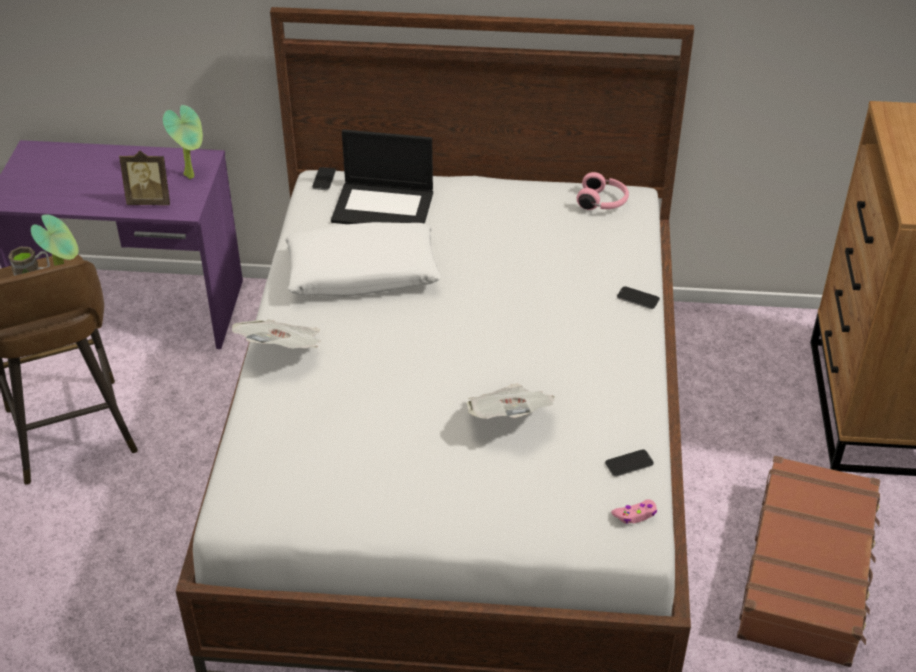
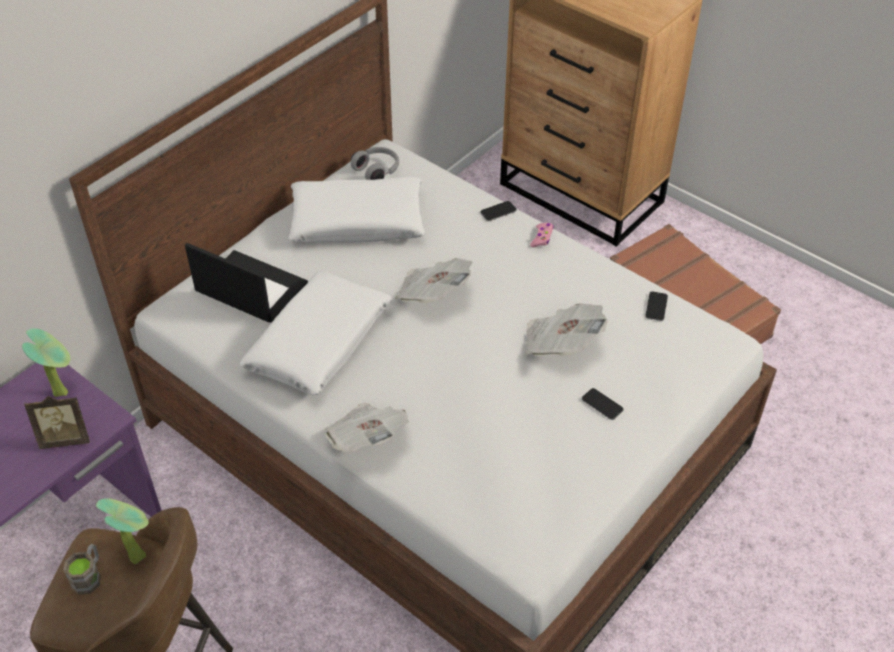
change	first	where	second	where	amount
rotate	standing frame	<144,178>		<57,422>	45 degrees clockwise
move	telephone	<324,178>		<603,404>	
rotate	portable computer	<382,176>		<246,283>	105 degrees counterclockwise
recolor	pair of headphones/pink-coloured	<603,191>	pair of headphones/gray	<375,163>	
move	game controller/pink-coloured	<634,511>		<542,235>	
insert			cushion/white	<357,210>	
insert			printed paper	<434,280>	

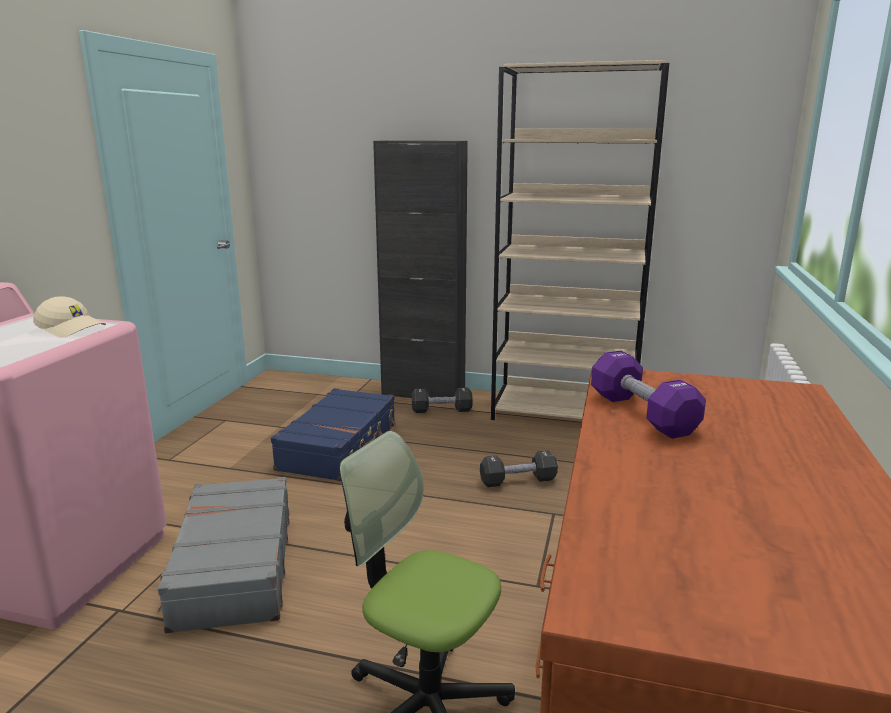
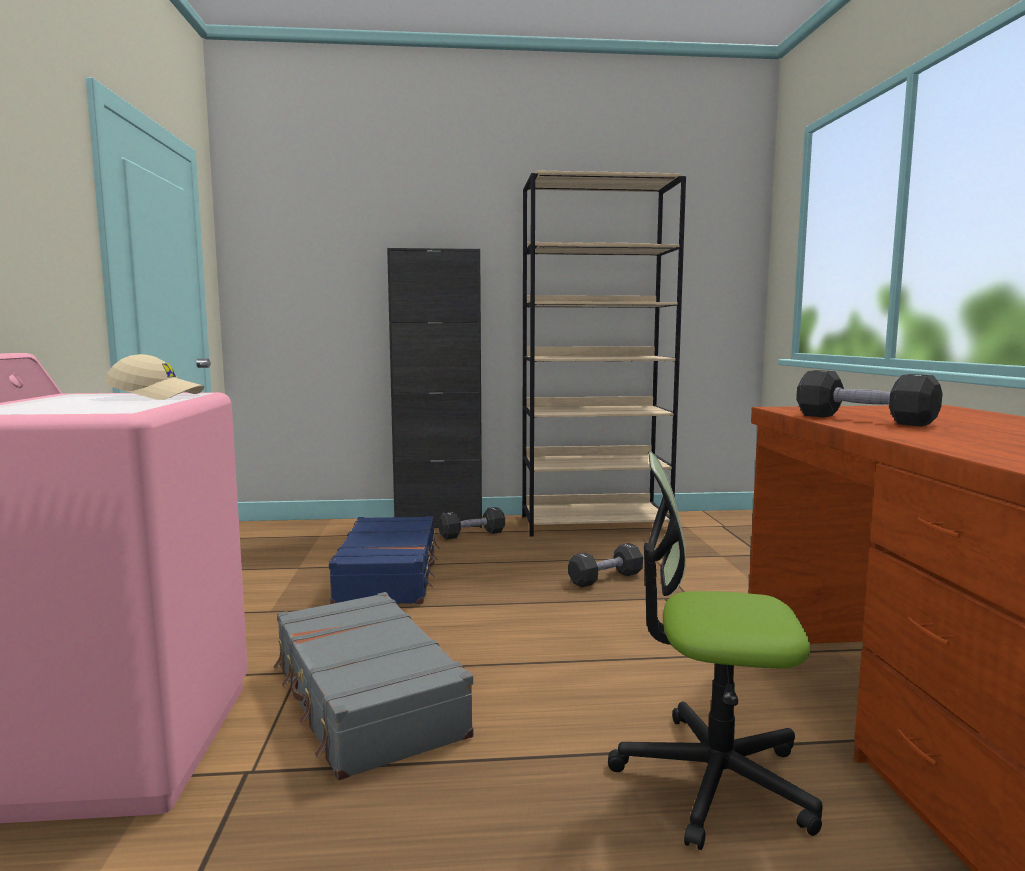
change	first	where	second	where	amount
recolor	hand weight/purple-coloured	<648,394>	hand weight/blackish	<869,398>	

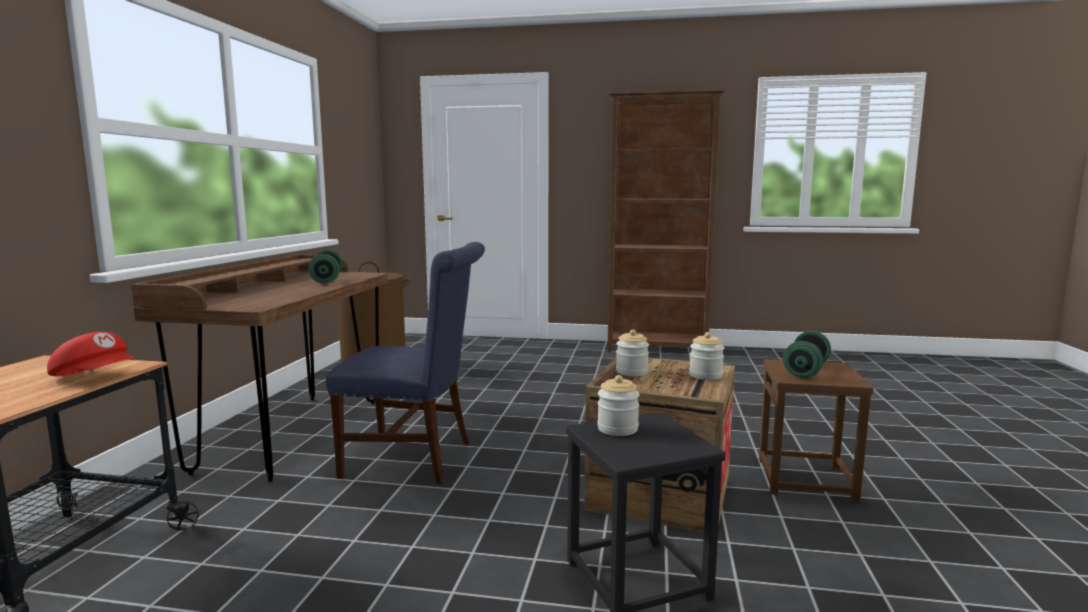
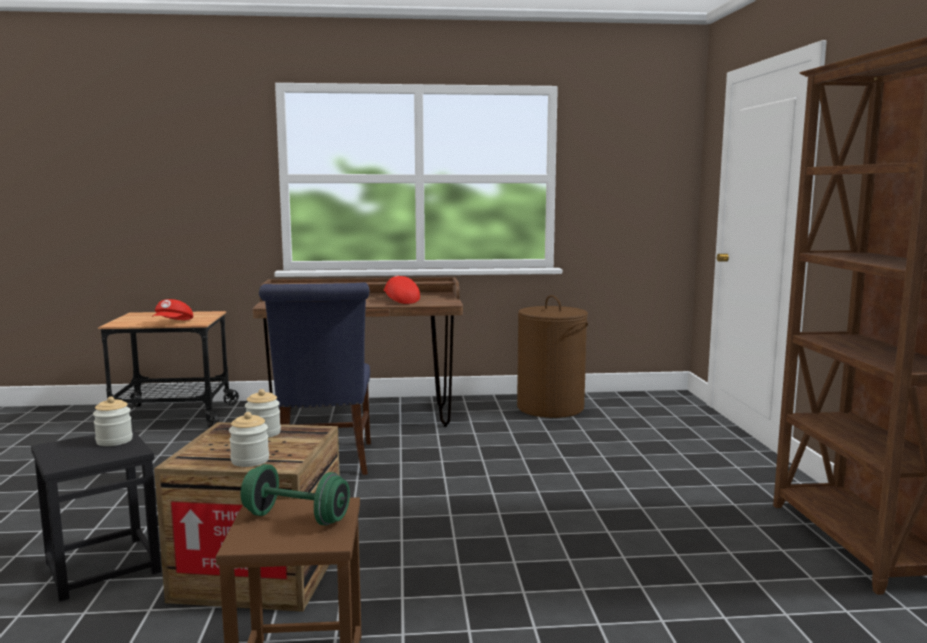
change	first	where	second	where	amount
replace	hand weight/green-coloured	<325,267>	peaked cap/reddish	<402,290>	

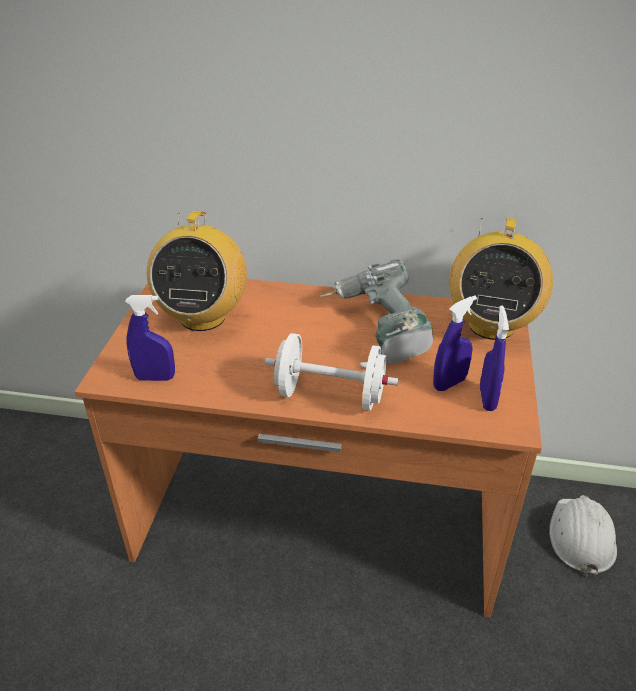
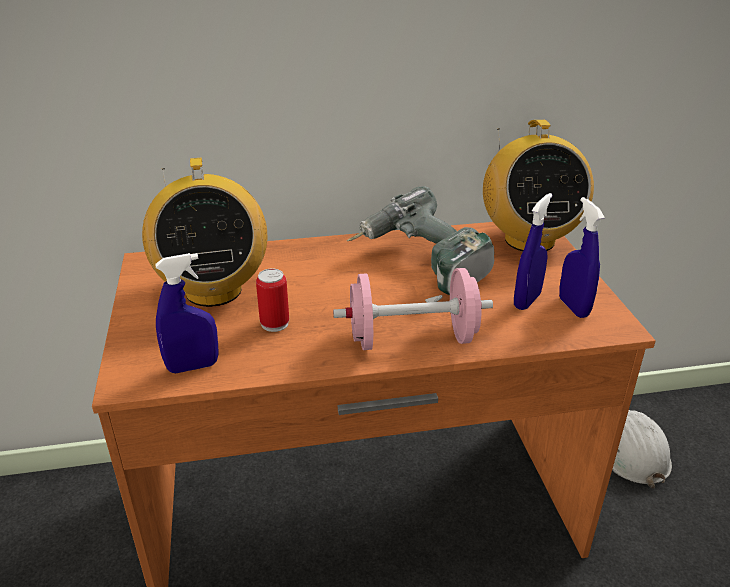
change	first	where	second	where	amount
recolor	hand weight/white	<332,372>	hand weight/pink-coloured	<413,309>	
insert			can	<272,300>	

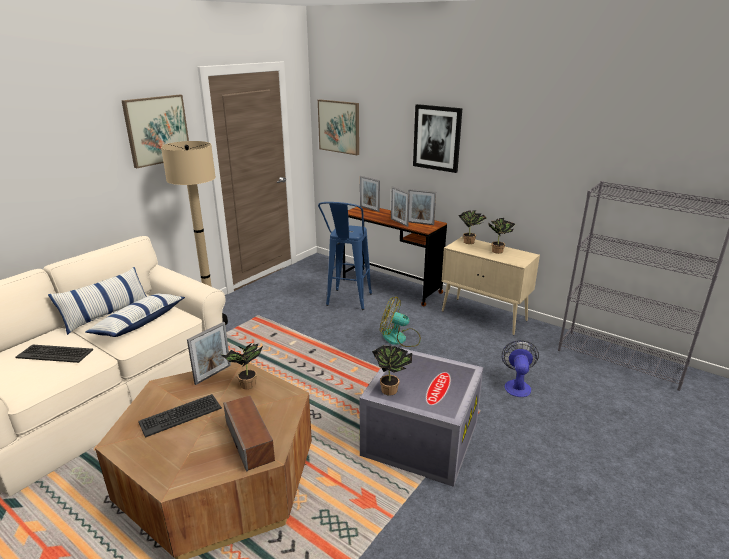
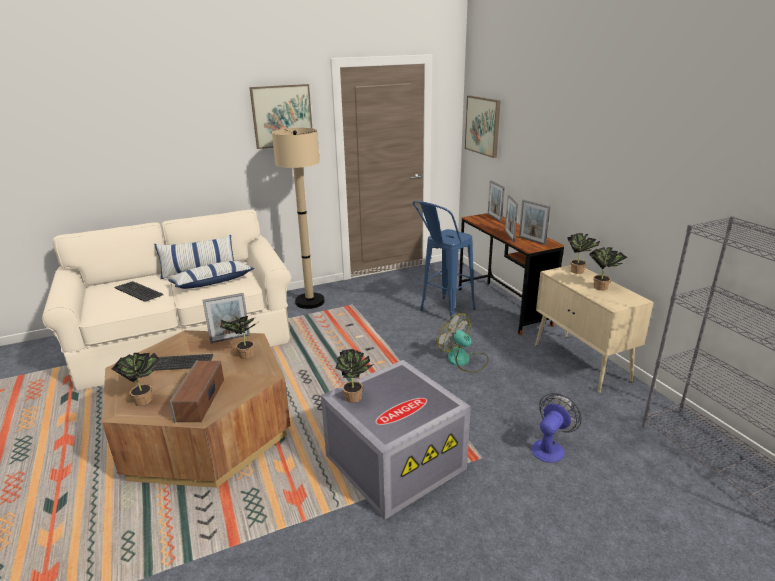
change	first	where	second	where	amount
delete	wall picture	<437,138>			
insert			potted plant	<135,379>	

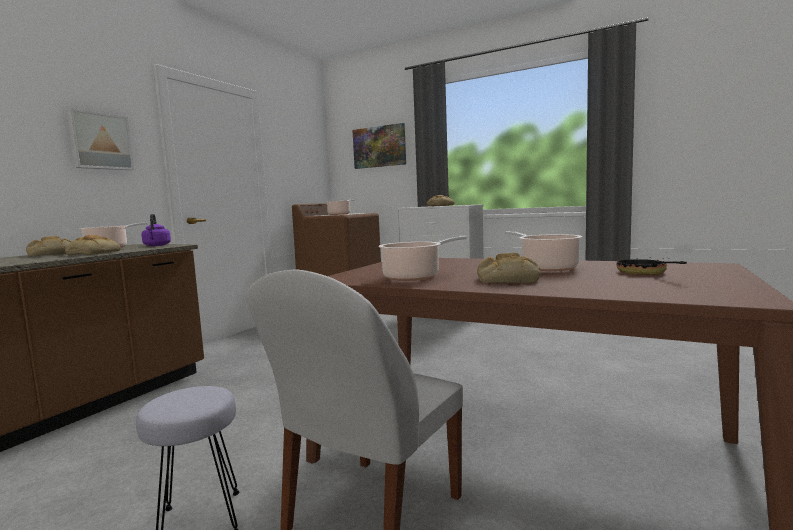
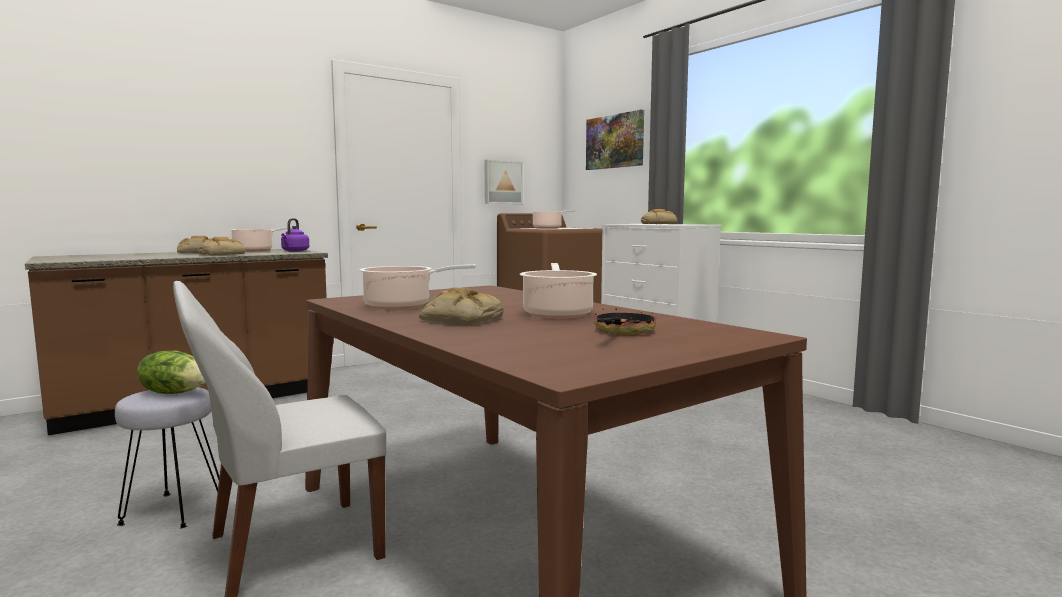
change	first	where	second	where	amount
move	wall picture	<100,139>		<504,182>	
insert			lettuce head	<171,372>	

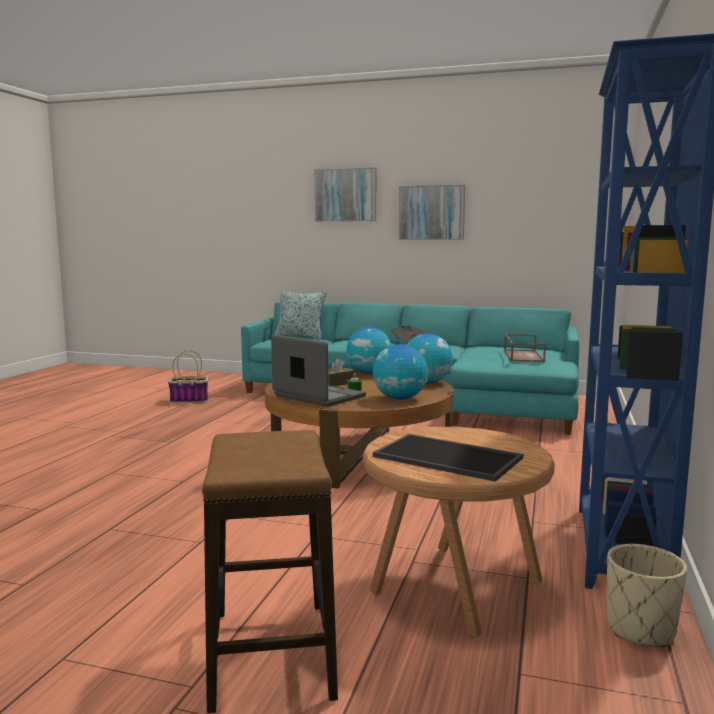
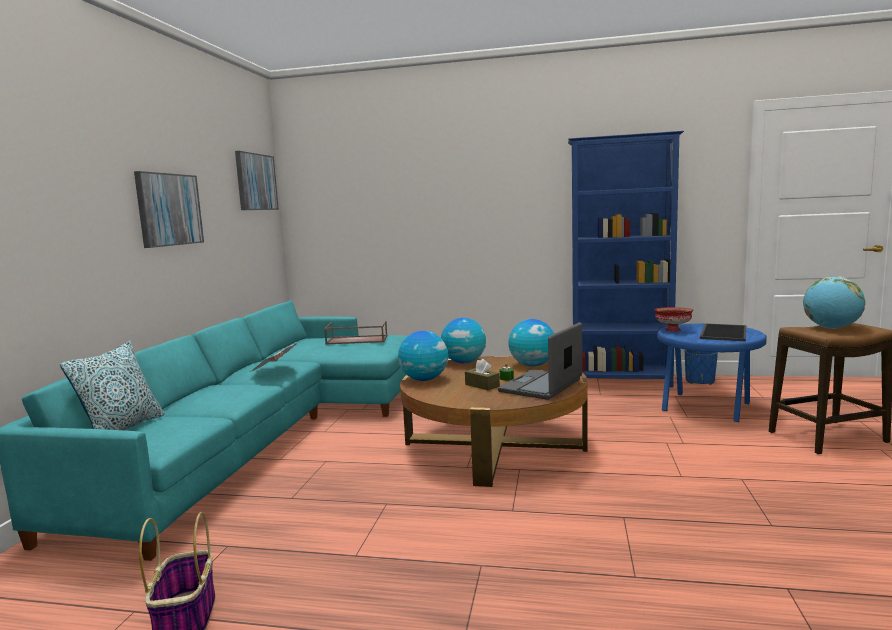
change	first	where	second	where	amount
move	wall picture	<345,195>		<257,180>	
recolor	side table/brown	<459,532>	side table/bluish	<711,372>	
recolor	plant pot/sand-coloured	<647,595>	plant pot/bluish	<701,367>	
insert			bowl/reddish	<673,319>	
insert			globe	<834,302>	

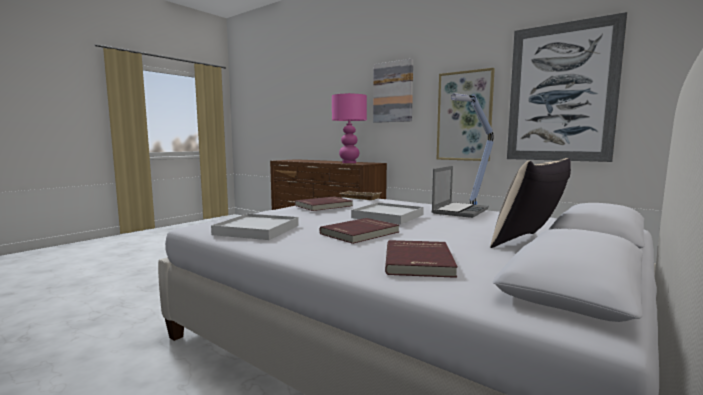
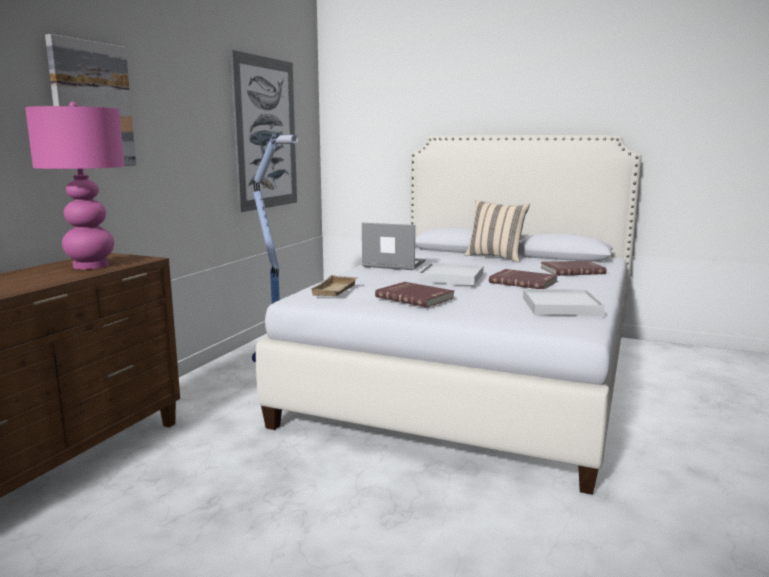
change	first	where	second	where	amount
delete	wall picture	<466,114>			

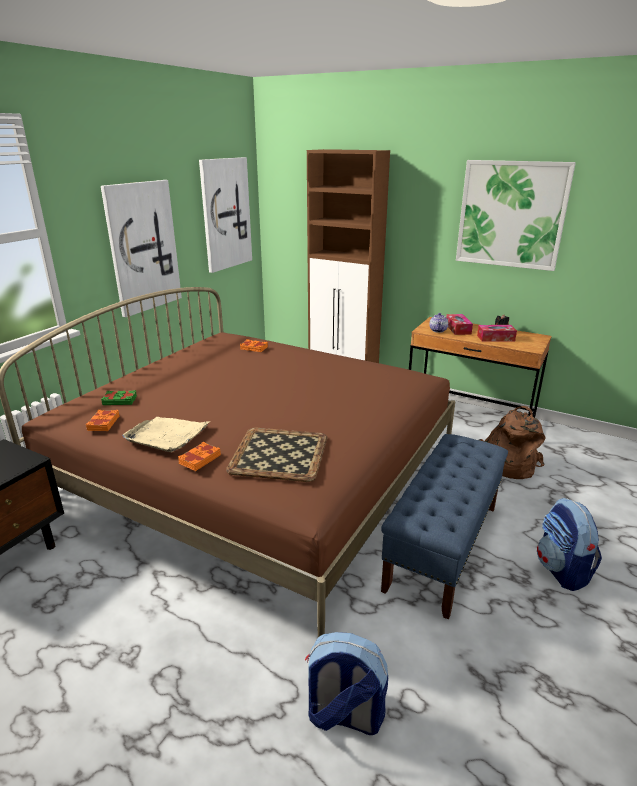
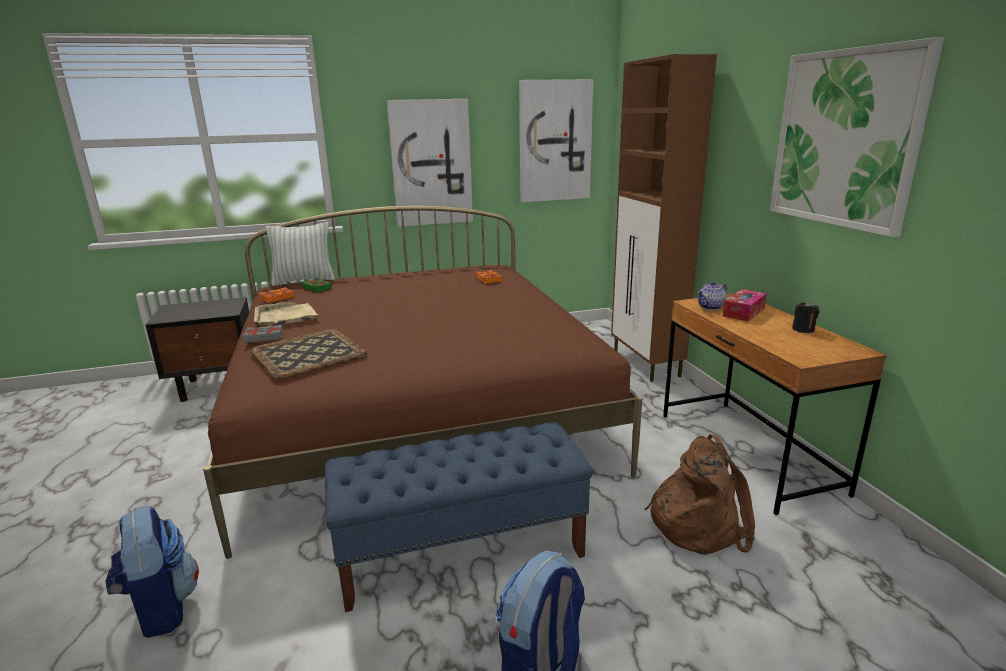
change	first	where	second	where	amount
recolor	bound book/orange	<199,456>	bound book/gray	<262,334>	
delete	tissue box	<497,333>			
insert			cushion	<300,253>	

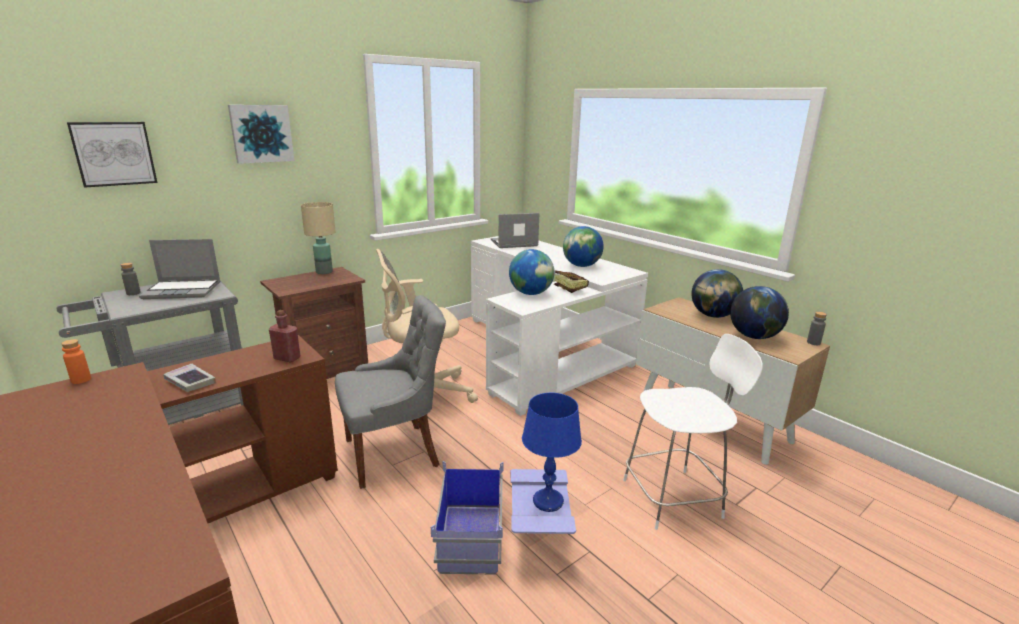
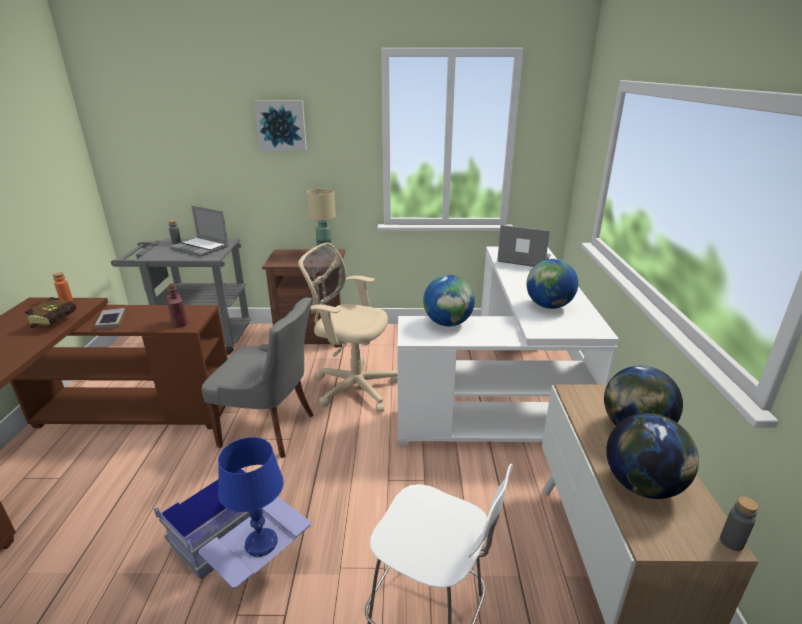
change	first	where	second	where	amount
delete	wall picture	<112,155>			
move	bound book	<571,282>		<50,312>	

